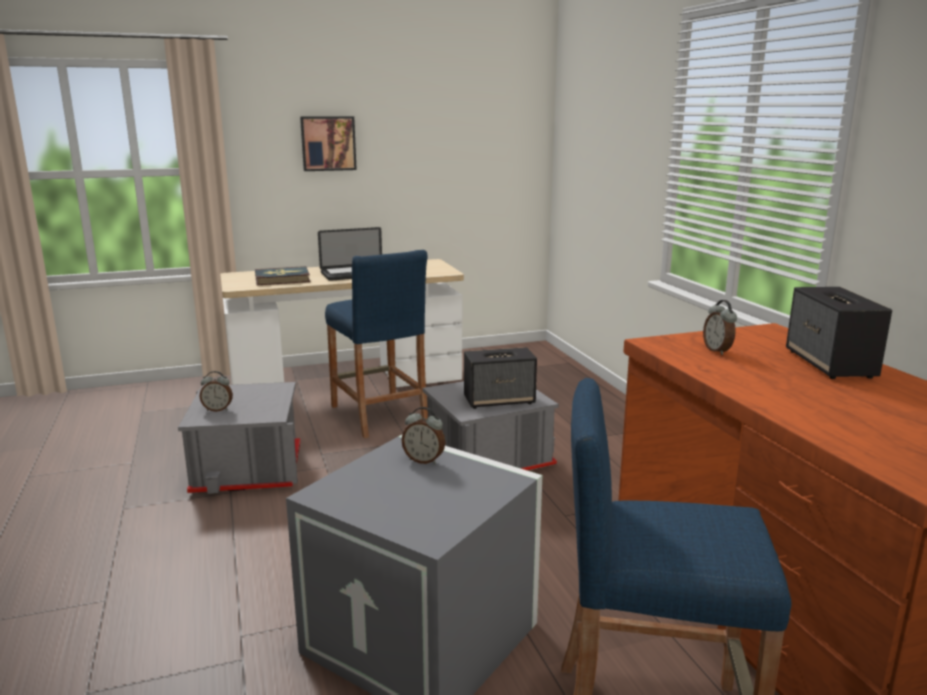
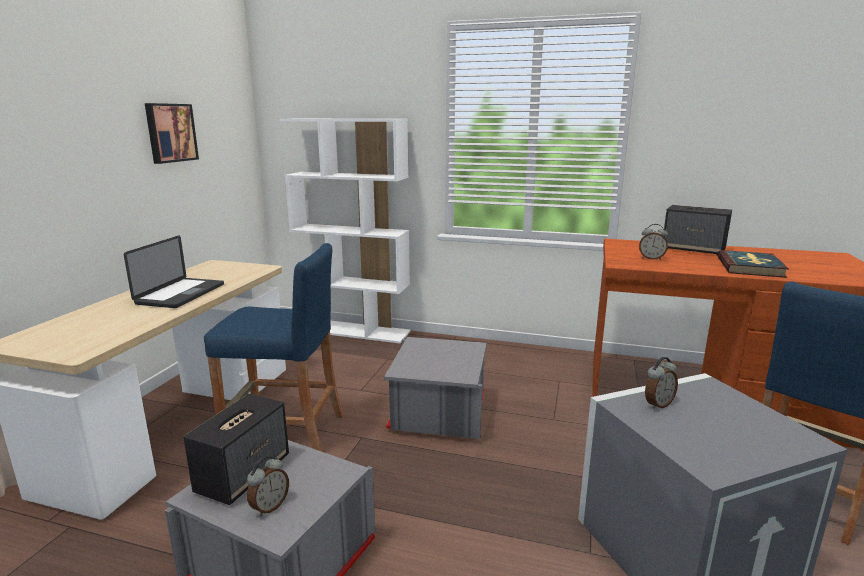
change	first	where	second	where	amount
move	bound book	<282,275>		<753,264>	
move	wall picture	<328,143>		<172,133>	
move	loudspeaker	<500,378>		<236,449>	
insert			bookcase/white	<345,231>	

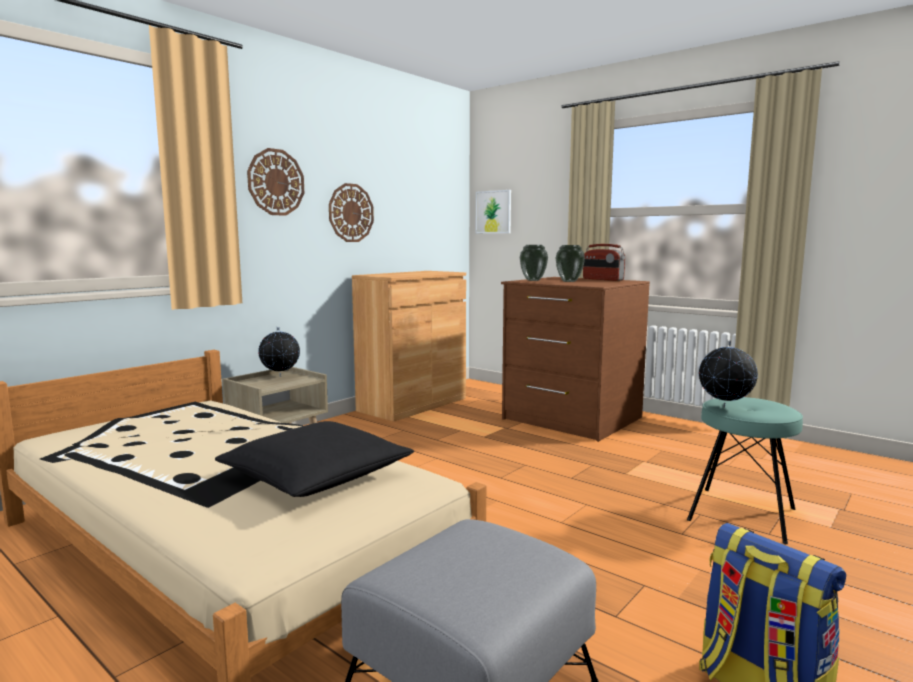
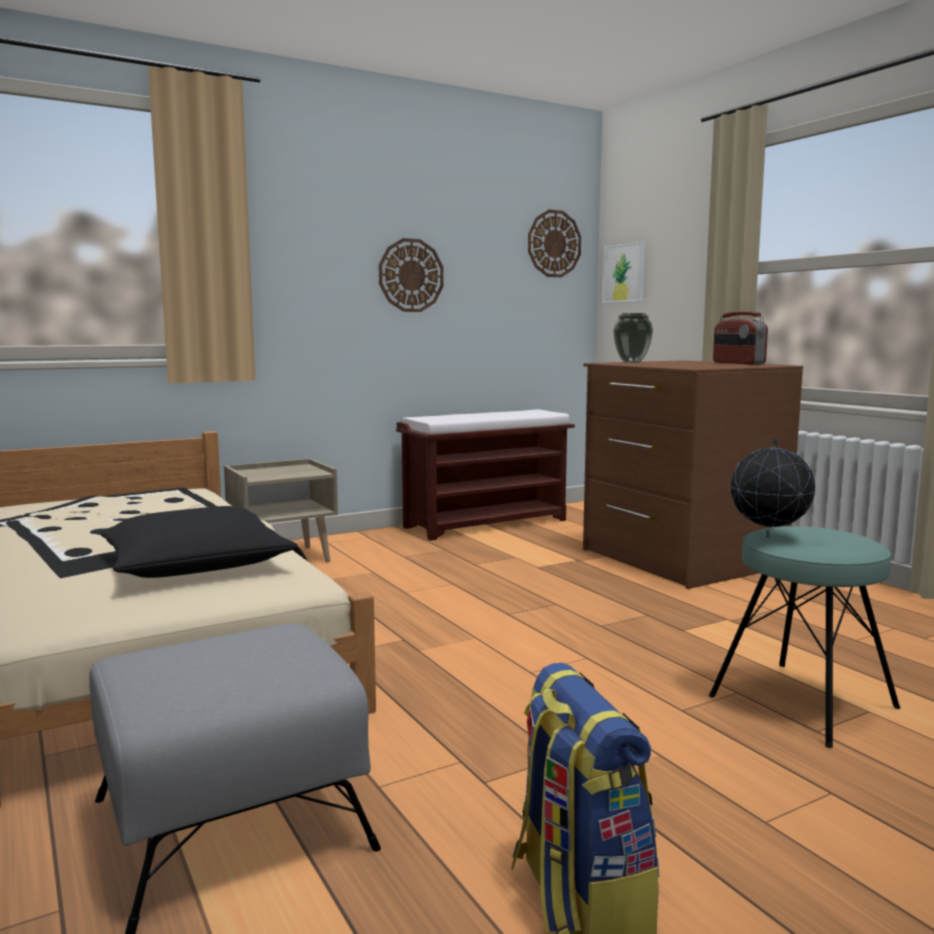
change	first	where	second	where	amount
move	clock on the wall	<275,182>		<554,243>	
delete	globe	<279,352>			
replace	storage cabinet/brown	<409,346>	long seat/brown	<485,475>	
delete	flower vase	<570,263>			

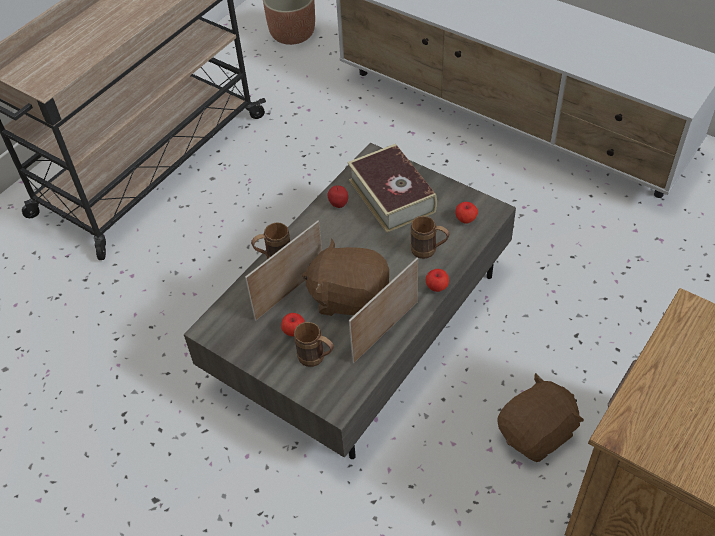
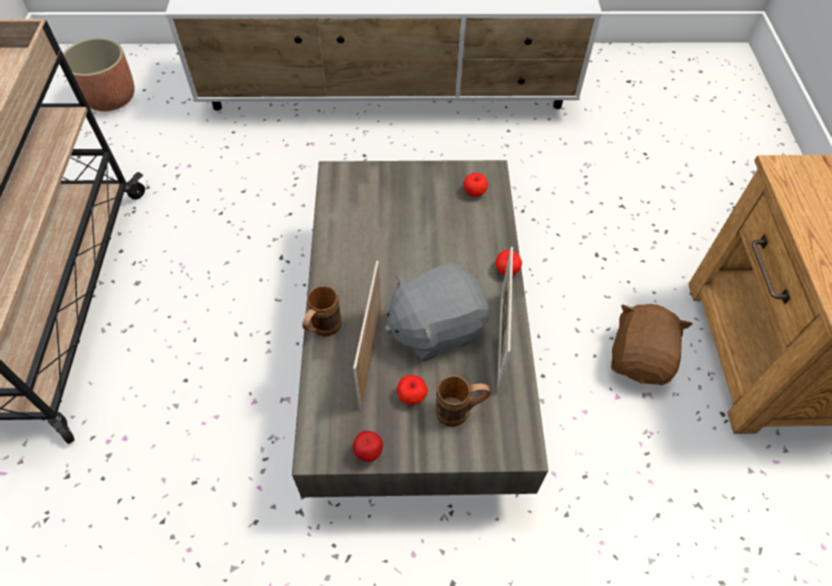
change	first	where	second	where	amount
recolor	plush toy/brown	<345,277>	plush toy/gray	<436,312>	
move	apple fruit	<338,196>		<368,446>	
delete	bound book	<392,188>			
delete	coffee mug/brown	<430,237>			

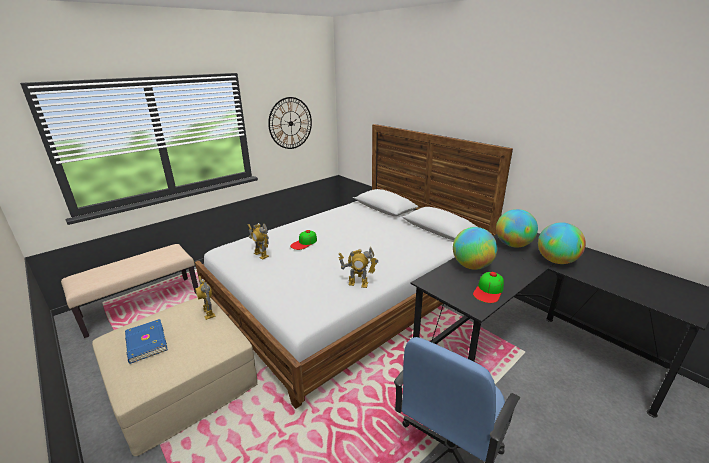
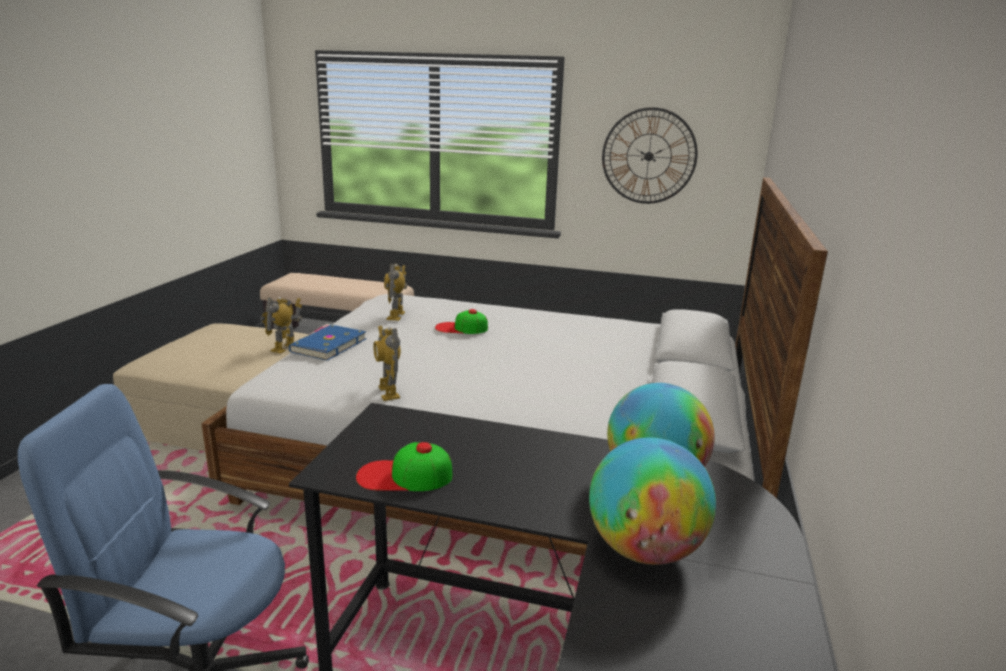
change	first	where	second	where	amount
move	bound book/bluish	<146,341>		<327,343>	
delete	globe	<475,248>			

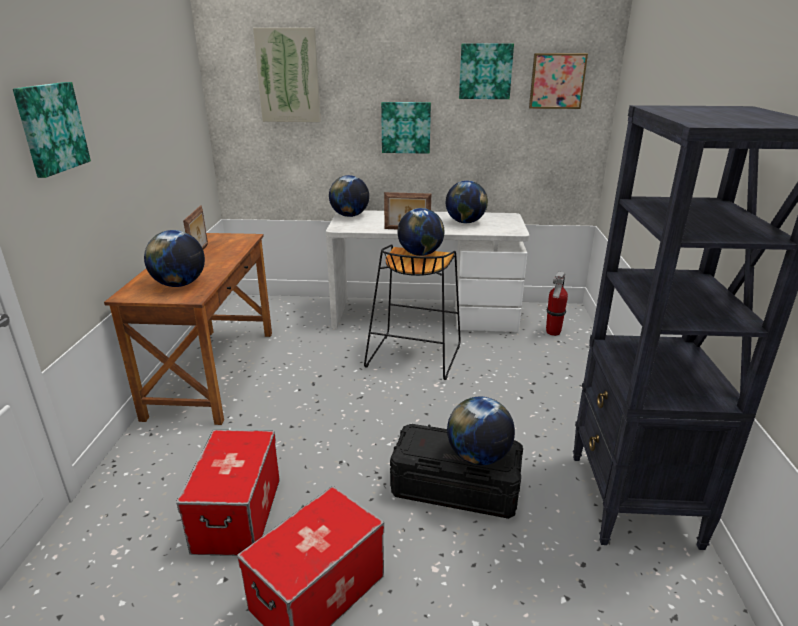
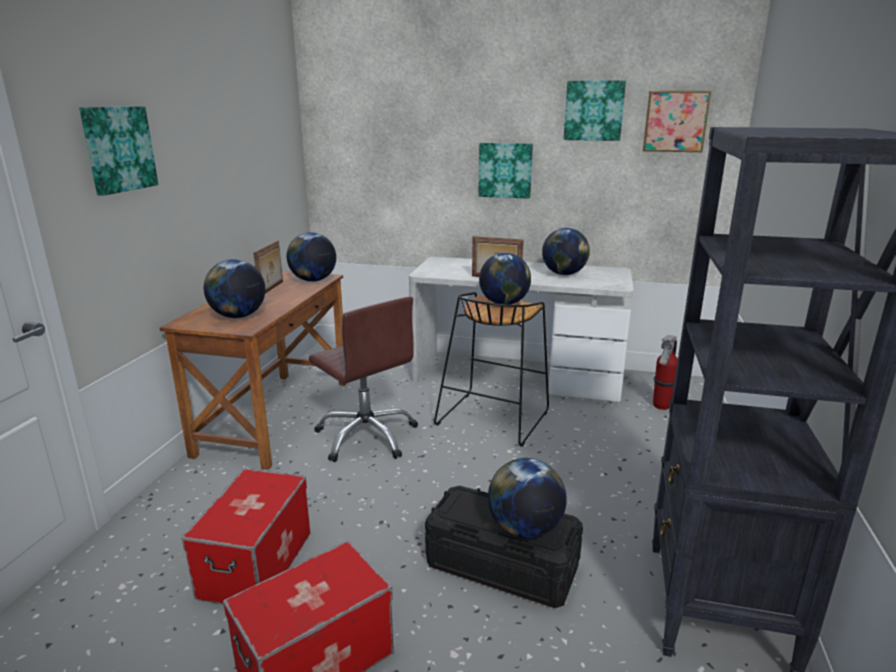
change	first	where	second	where	amount
delete	wall picture	<287,75>			
move	globe	<349,196>		<311,257>	
insert			computer chair/brown	<363,379>	

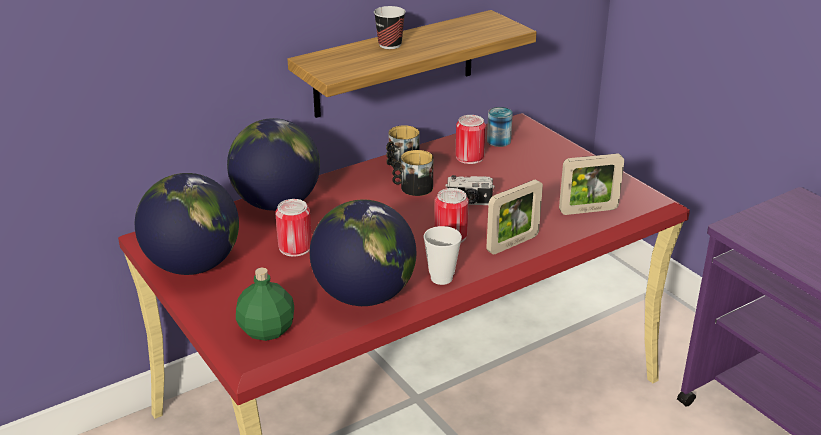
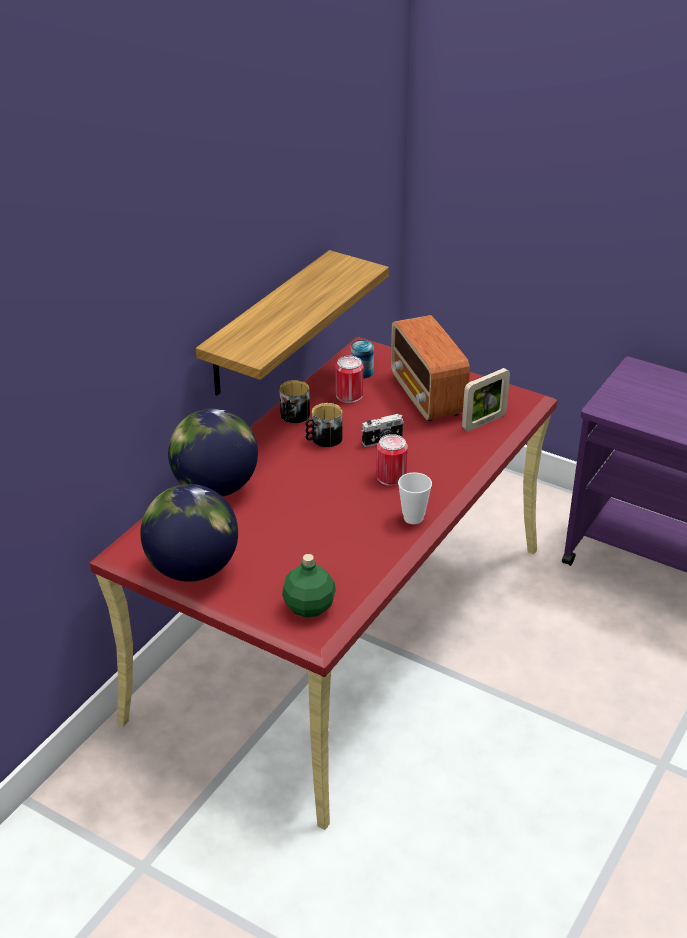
change	first	where	second	where	amount
delete	can	<293,227>			
delete	globe	<363,253>			
delete	small cup	<390,27>			
delete	standing frame	<514,217>			
insert			radio set	<430,368>	

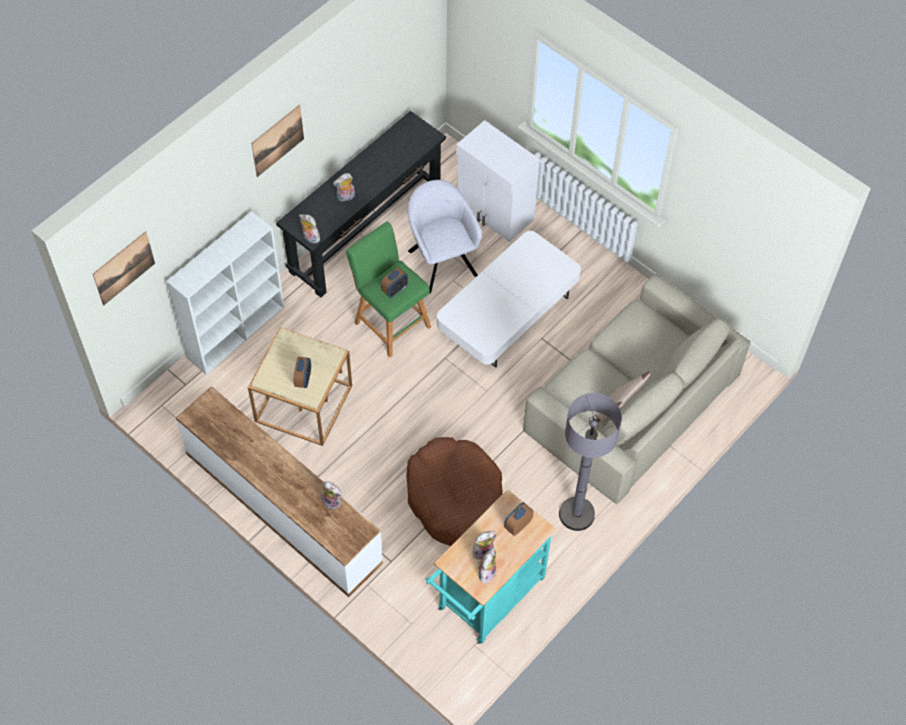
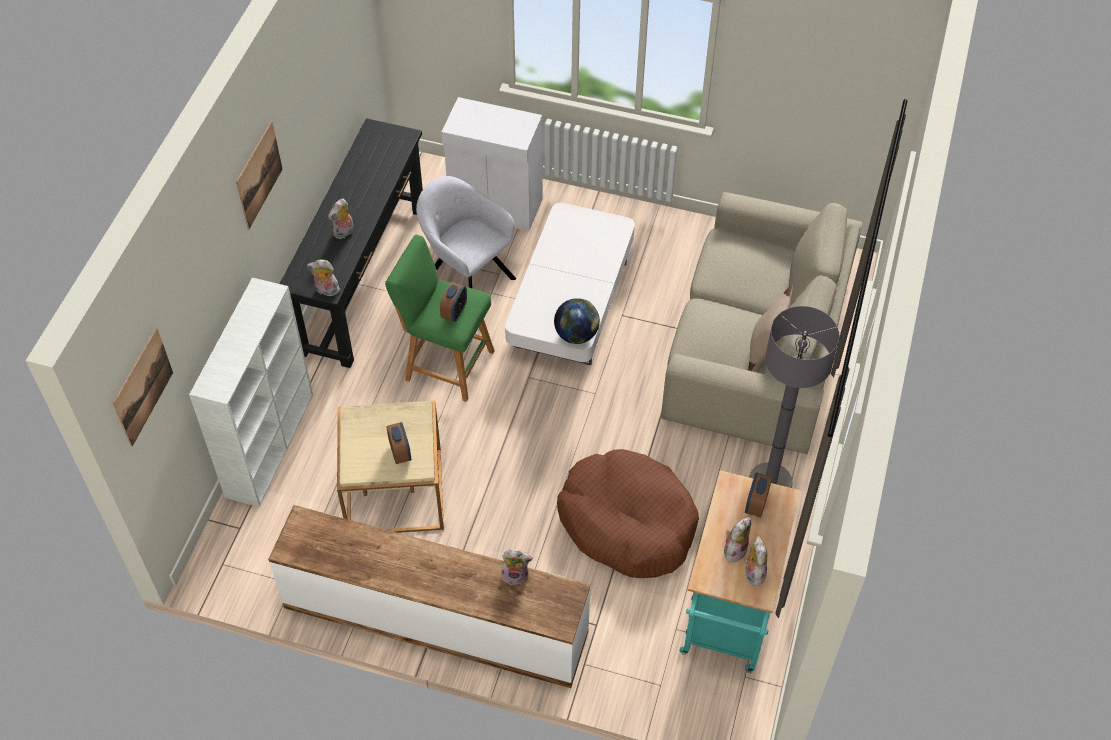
change	first	where	second	where	amount
insert			globe	<577,321>	

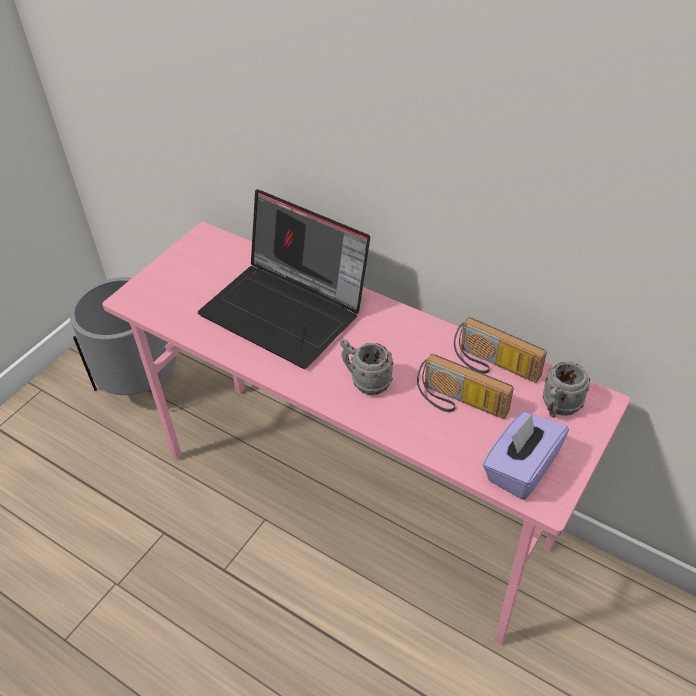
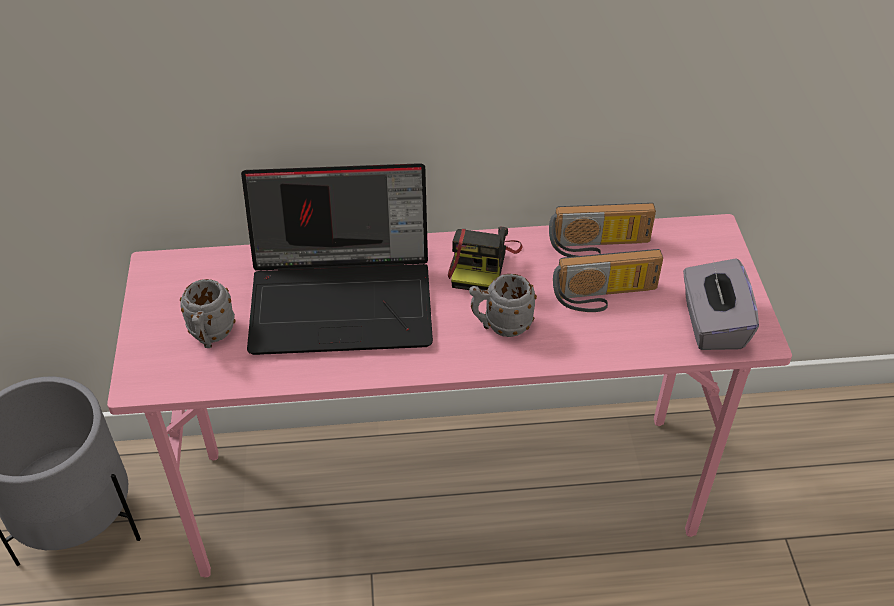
change	first	where	second	where	amount
recolor	tissue box/purple-coloured	<525,456>	tissue box/gray	<721,304>	
move	coffee mug/gray	<566,390>		<207,313>	
insert			still camera	<485,259>	

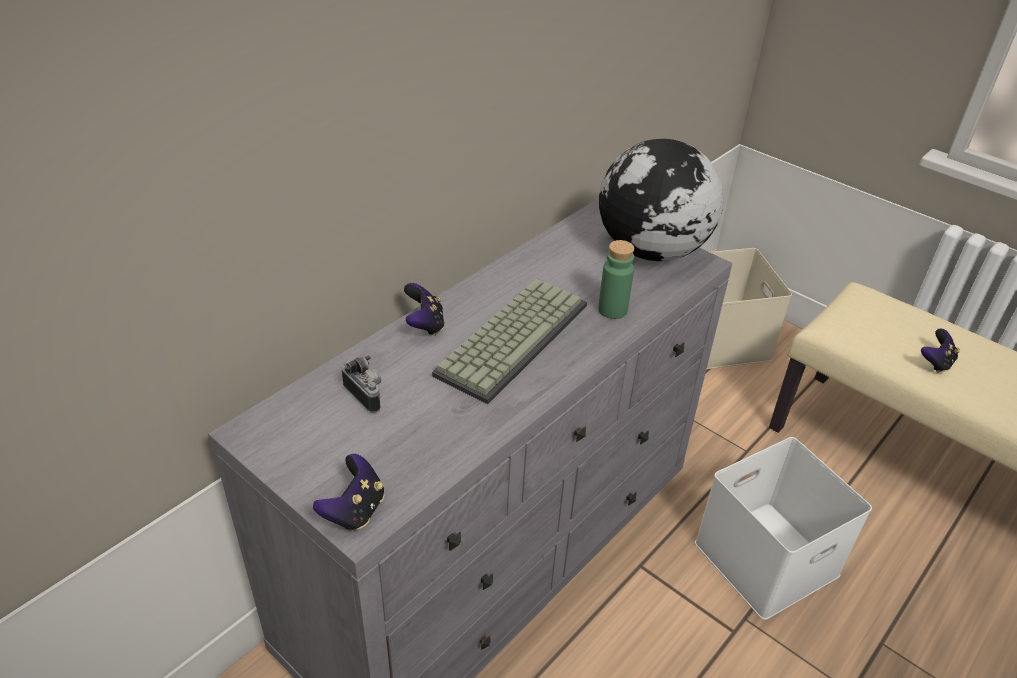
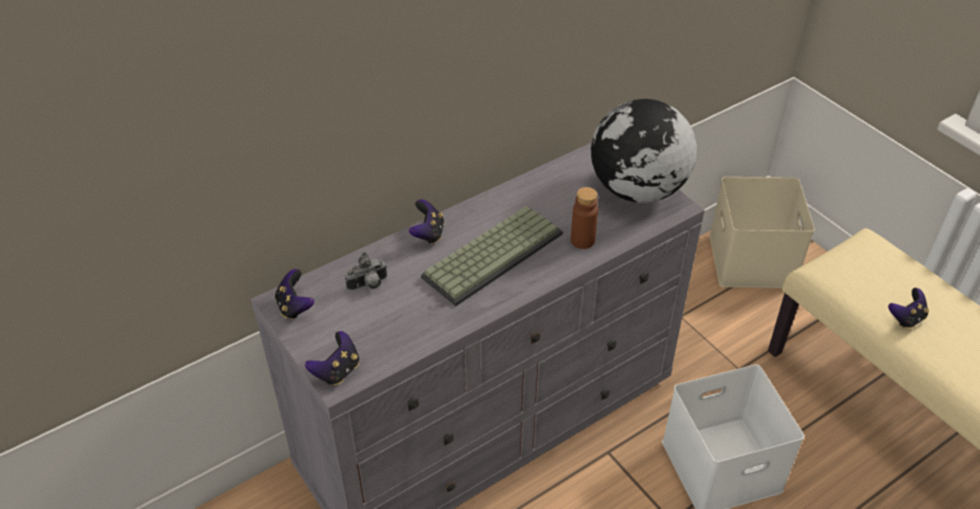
change	first	where	second	where	amount
rotate	still camera	<361,384>		<366,271>	90 degrees clockwise
recolor	drink bottle/green-coloured	<616,279>	drink bottle/brown	<584,218>	
insert			game controller	<294,294>	

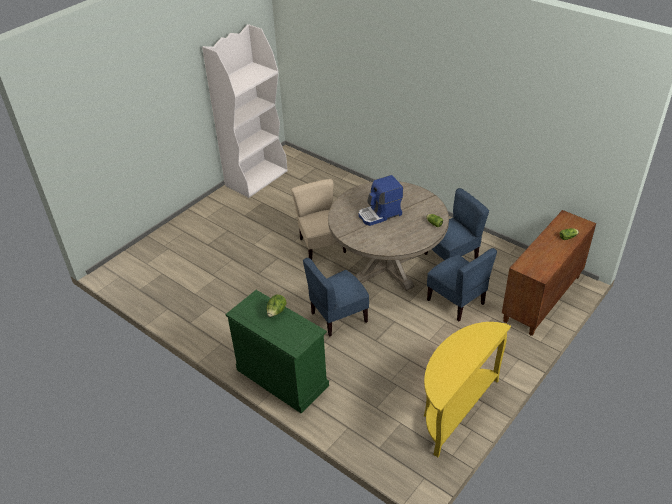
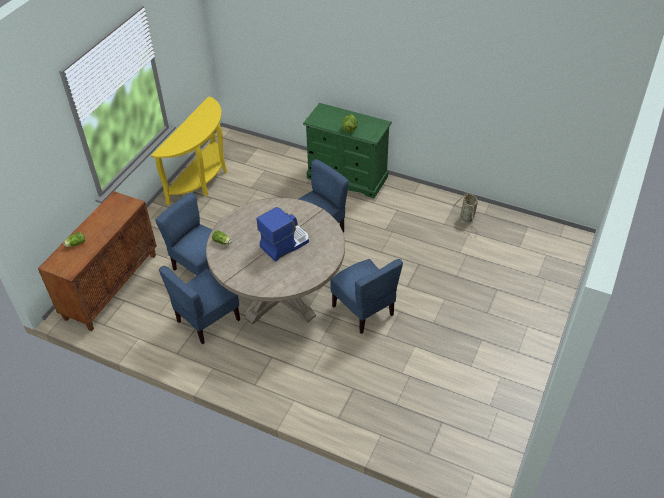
change	first	where	second	where	amount
delete	bookcase/white	<245,111>			
recolor	plain chair/sand-coloured	<318,219>	plain chair/bluish	<366,296>	
insert			household basket	<465,212>	

